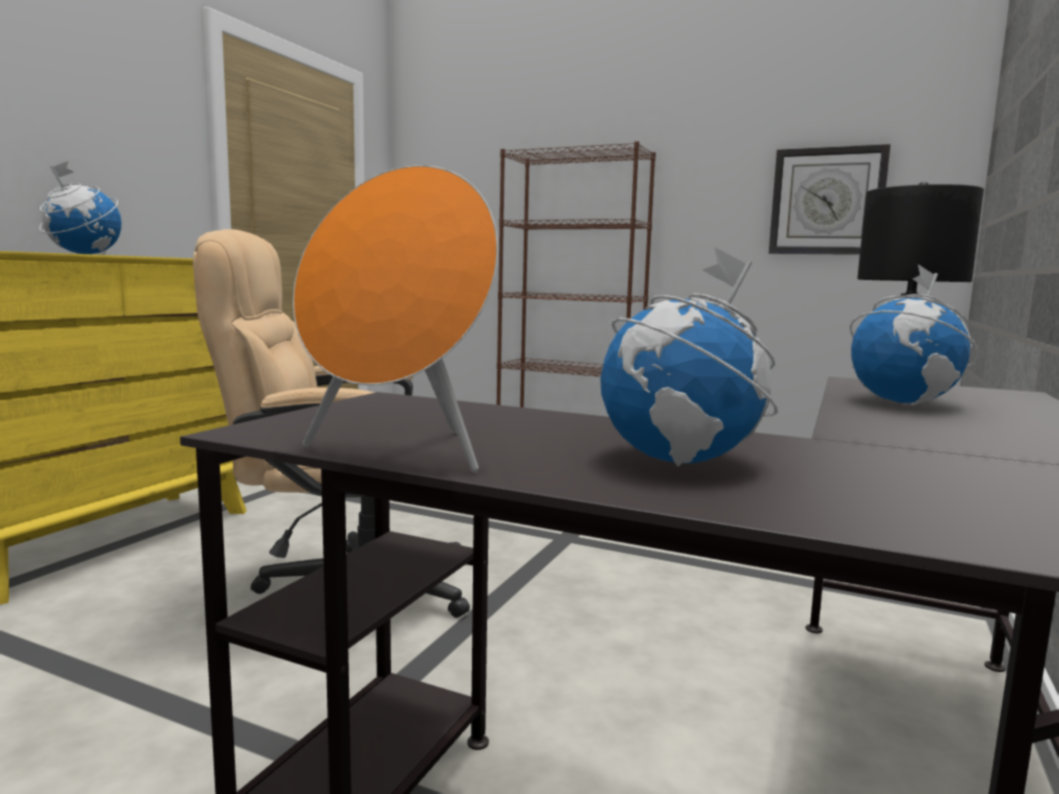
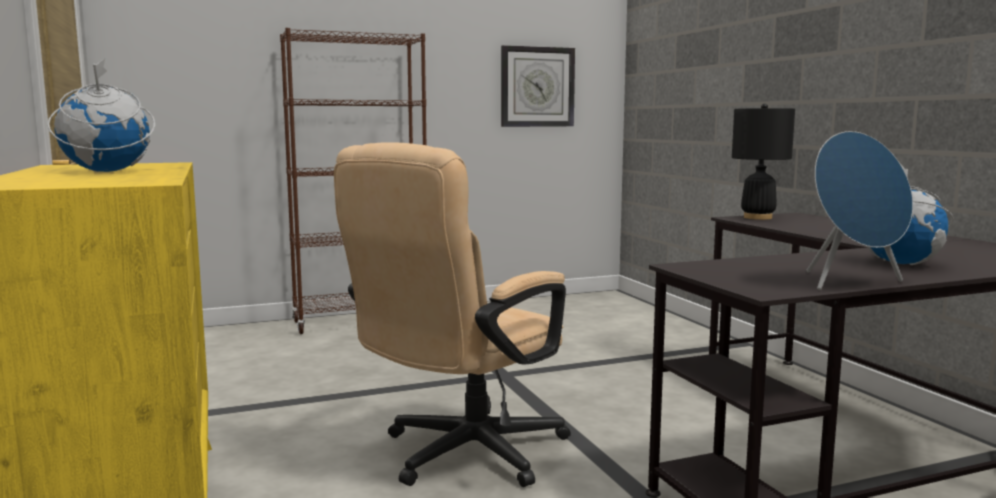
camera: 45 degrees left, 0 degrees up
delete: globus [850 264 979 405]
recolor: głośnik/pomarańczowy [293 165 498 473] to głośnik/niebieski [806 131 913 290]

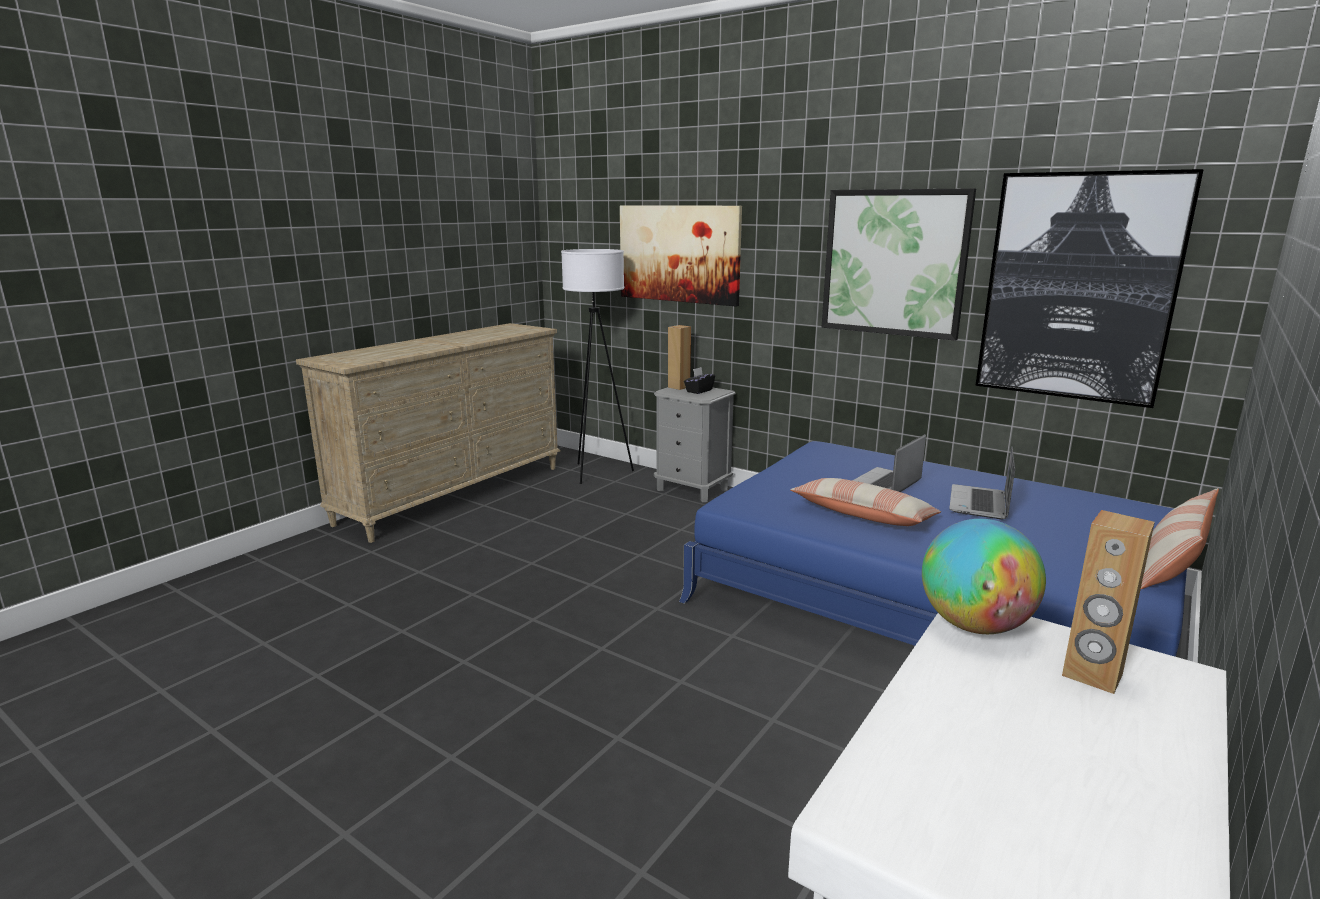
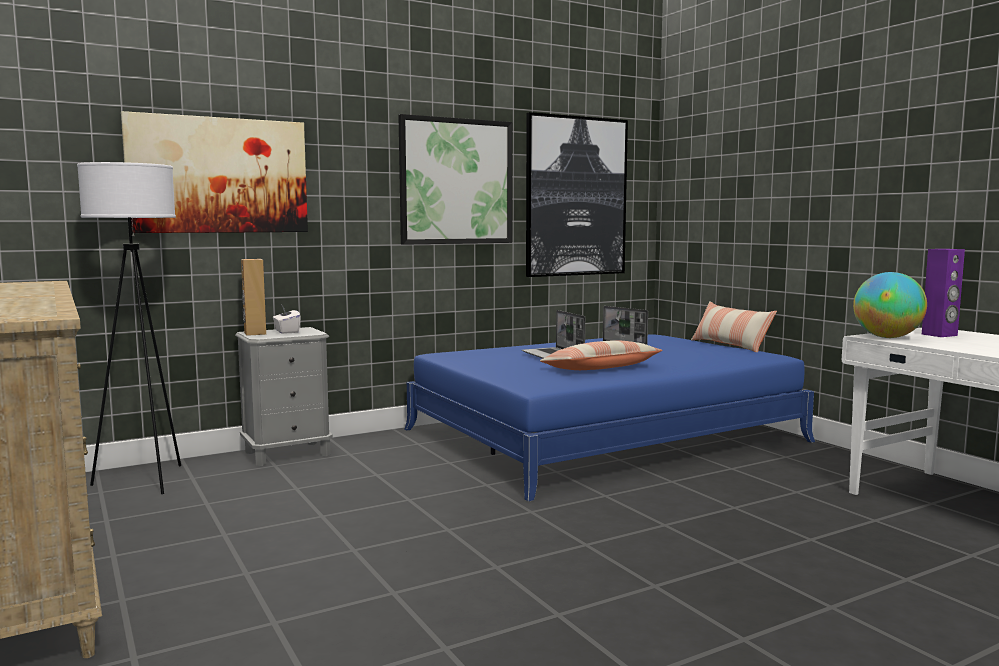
camera: 65 degrees left, 10 degrees down
recolor: pudełko chusteczek/czarny [684 367 715 394] to pudełko chusteczek/biały [273 306 301 334]; głośnik/brązowy [1062 510 1155 694] to głośnik/fioletowy [922 249 965 337]

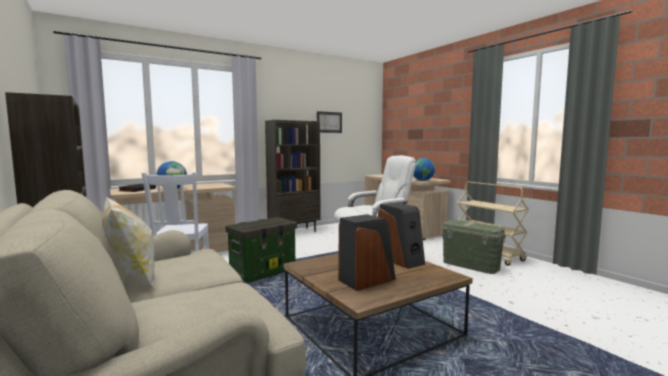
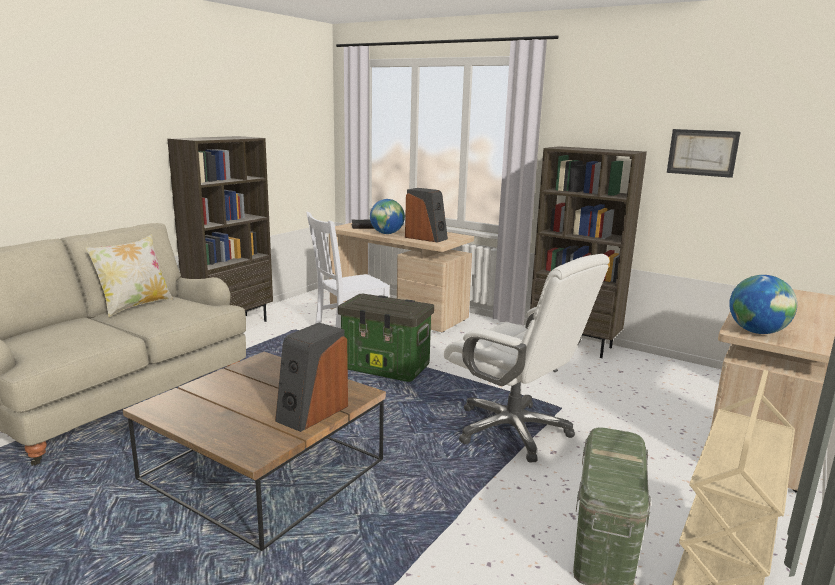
camera: 65 degrees right, 10 degrees up
move: głośnik [338 214 396 291] to [405 188 448 243]

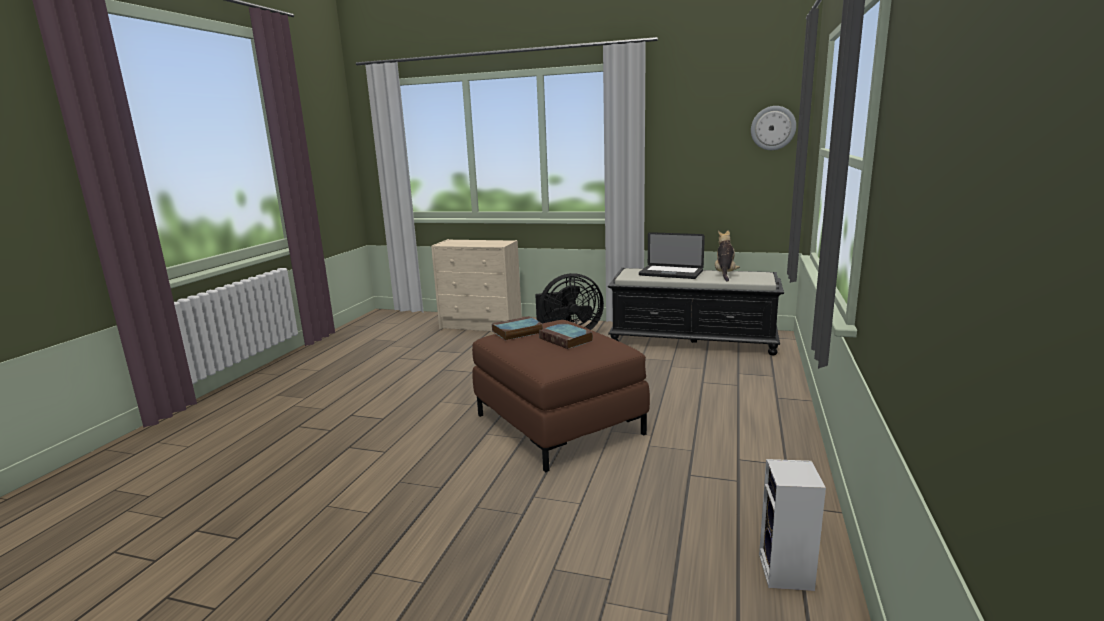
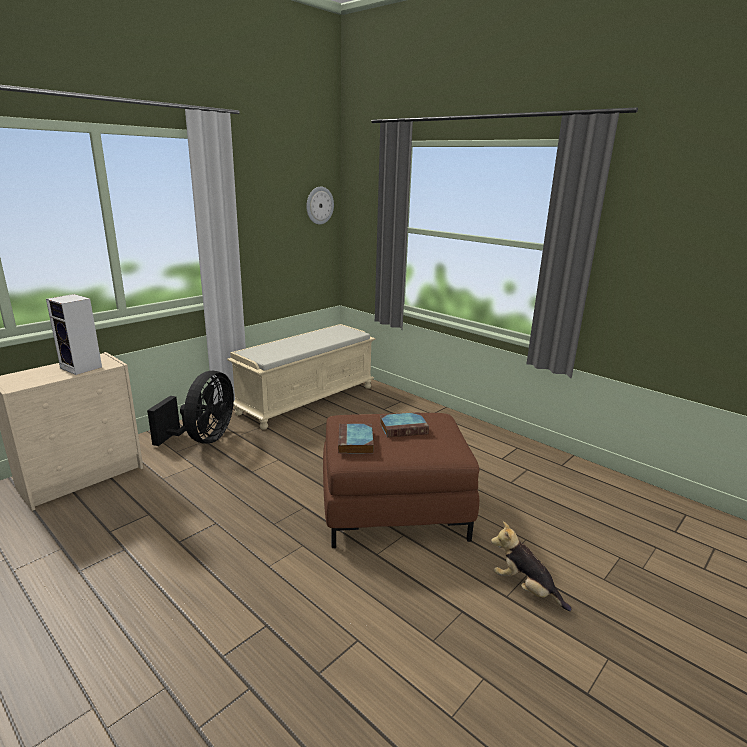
camera: 65 degrees left, 5 degrees up
delete: laptop [639 232 705 279]
move: pluszak [715 231 740 282] to [491 521 572 611]; głośnik [759 459 826 591] to [46 294 102 375]
recolor: ławka/czarny [608 268 784 355] to ławka/beżowy [227 324 375 430]

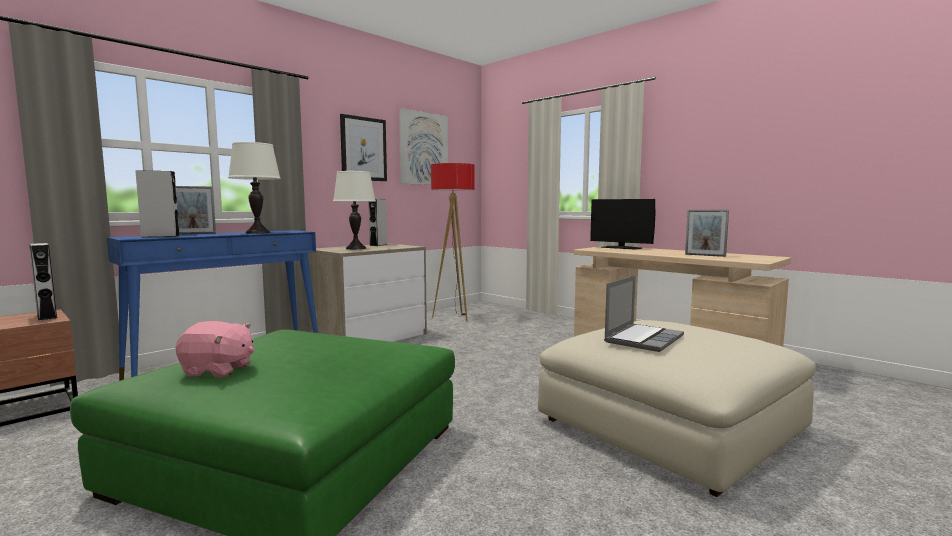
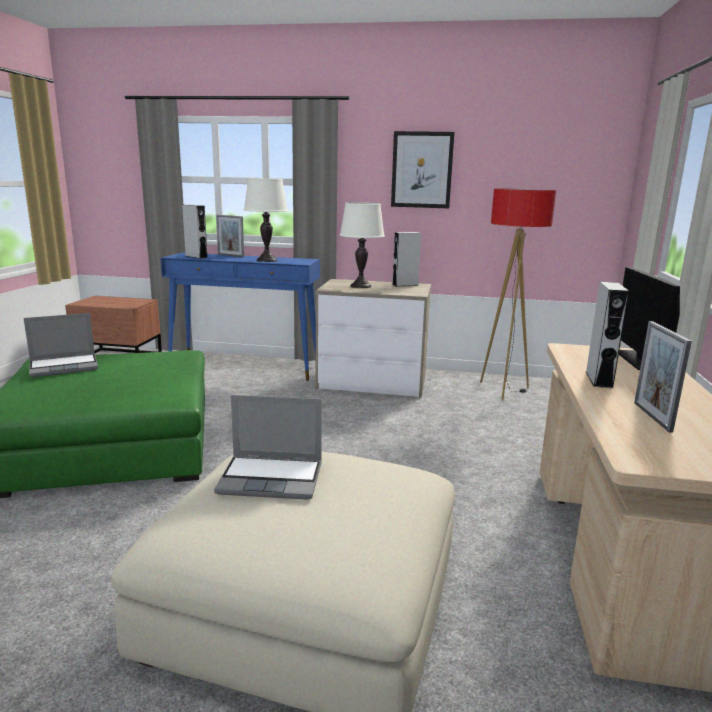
camera: 55 degrees right, 10 degrees up
delete: obraz [399 108 448 185]
move: głośnik/szary [29 243 57 321] to [586 282 629 388]
replace: pluszak/różowy [176 321 254 377] to laptop [24 313 98 377]

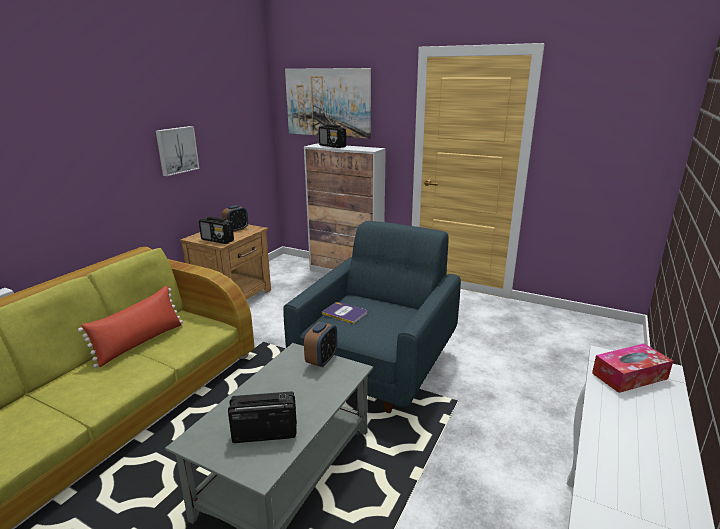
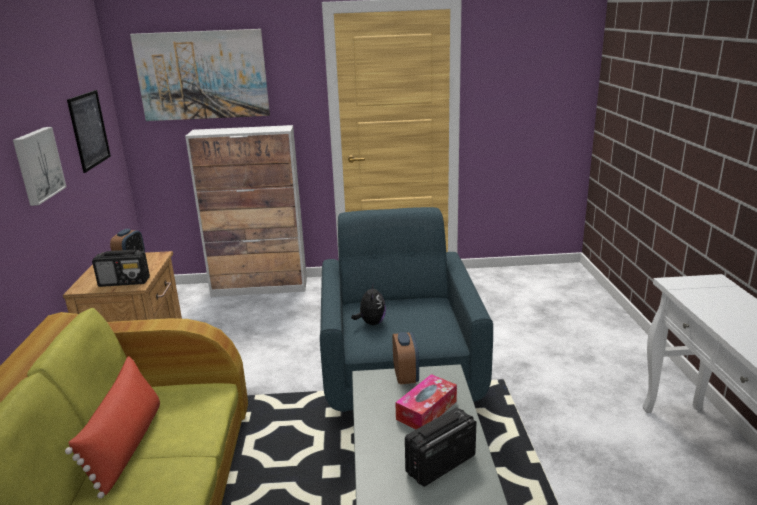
camera: 30 degrees left, 0 degrees up
delete: radio [319 124 346 148]
insert: obraz [67 90 111 173]
move: pudełko chusteczek [592 344 673 393] to [395 374 457 429]
replace: książka [322 302 367 324] to pluszak [351 282 386 325]

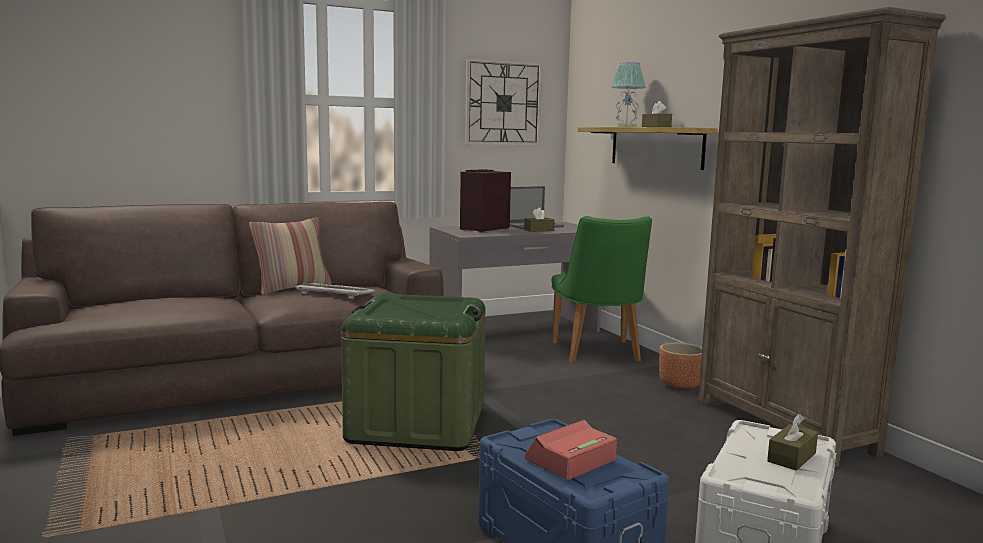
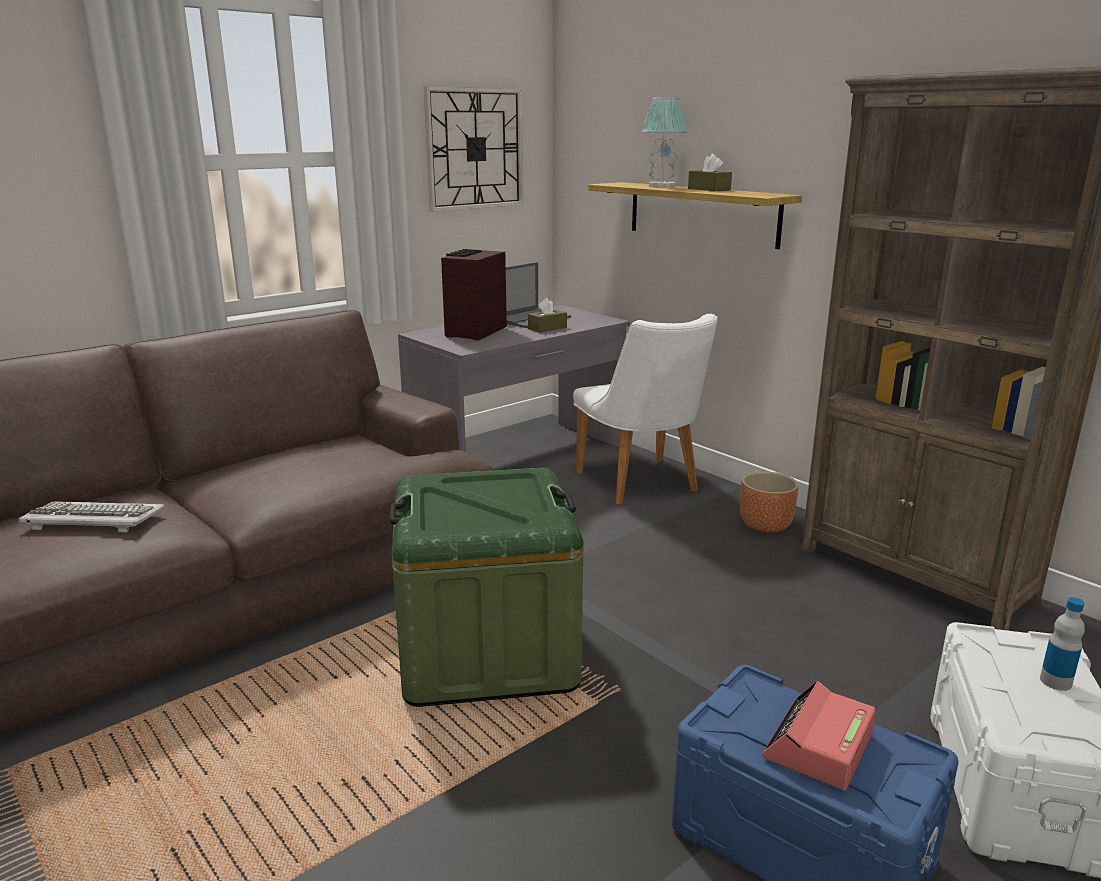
camera: 15 degrees left, 10 degrees up
delete: poduszka [249 217 332 295]
move: klawiatura [295 283 375 299] to [18 501 165 532]
replace: pudełko chusteczek/brązowy [767 414 818 471] to butelka [1040 597 1085 691]
recolor: krzesło/zielony [551 216 652 363] to krzesło/biały [573 314 717 505]

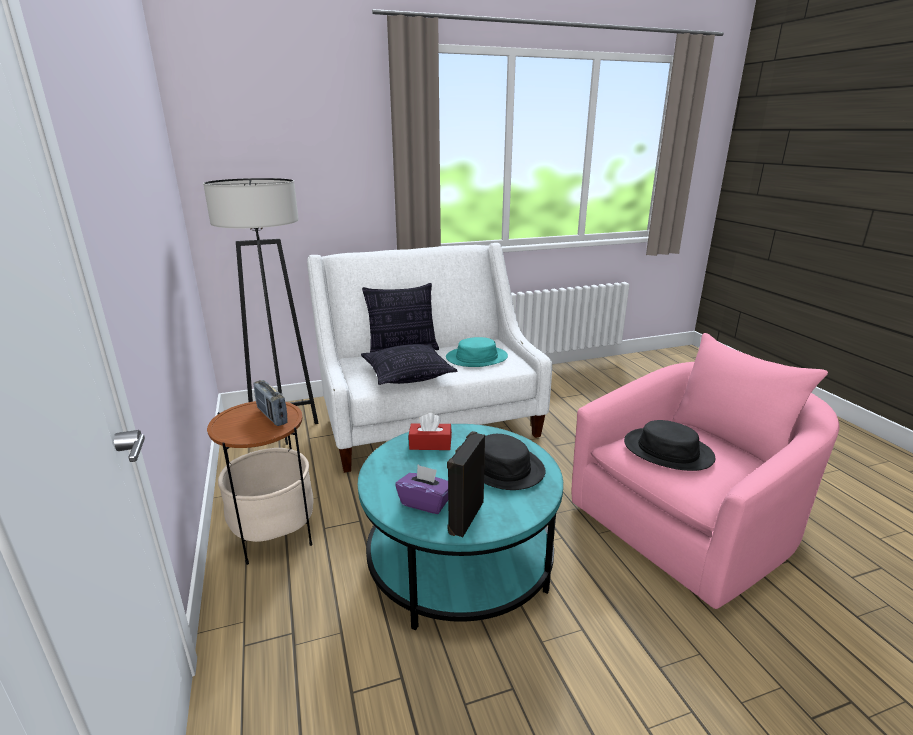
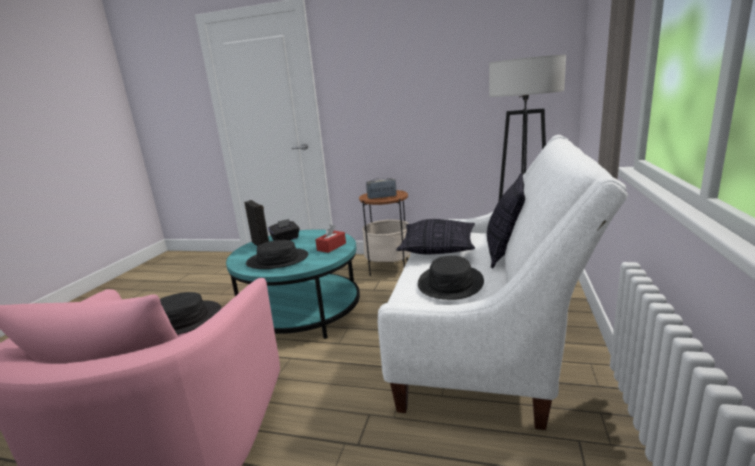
camera: 125 degrees right, 5 degrees down
recolor: pudełko chusteczek/fioletowy [395 465 448 514] to pudełko chusteczek/czarny [268 219 300 241]; kapelusz/turkusowy [446 337 508 367] to kapelusz/czarny [418 256 484 300]

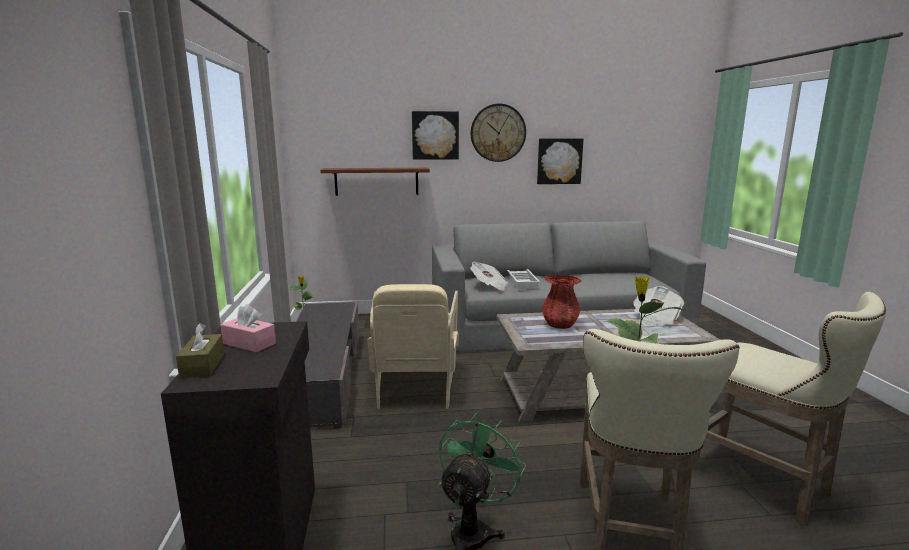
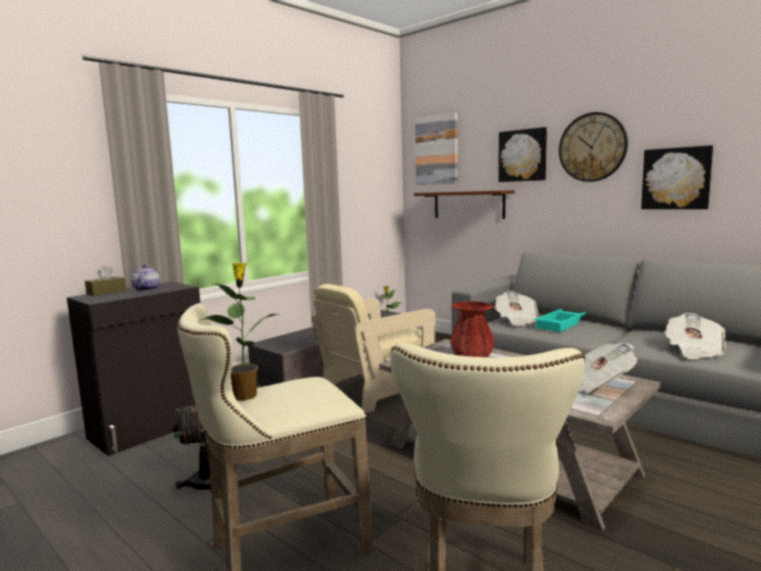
camera: 50 degrees right, 5 degrees down
insert: obraz [415 113 458 185]; gazeta [665 313 726 359]
replace: pudełko chusteczek/różowy [220 304 276 352] to imbryk [131 265 160 291]
recolor: taca/biały [507 269 540 289] to taca/turkusowy [534 309 586 332]

